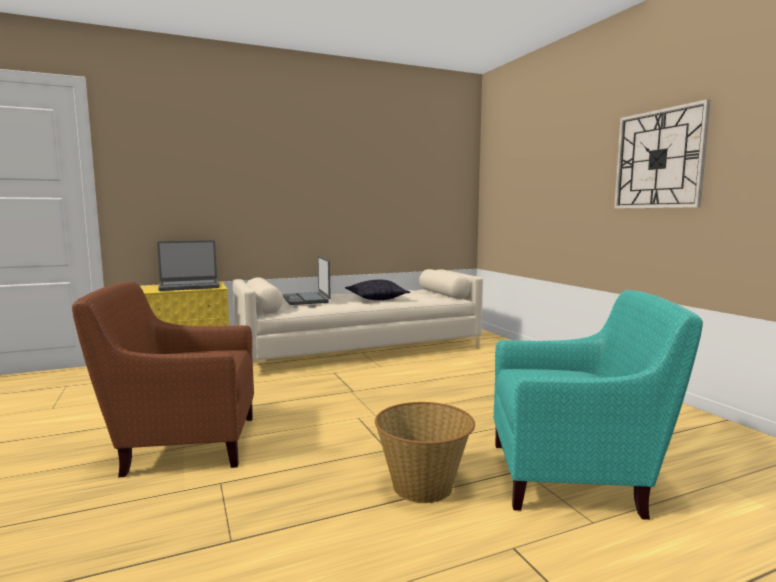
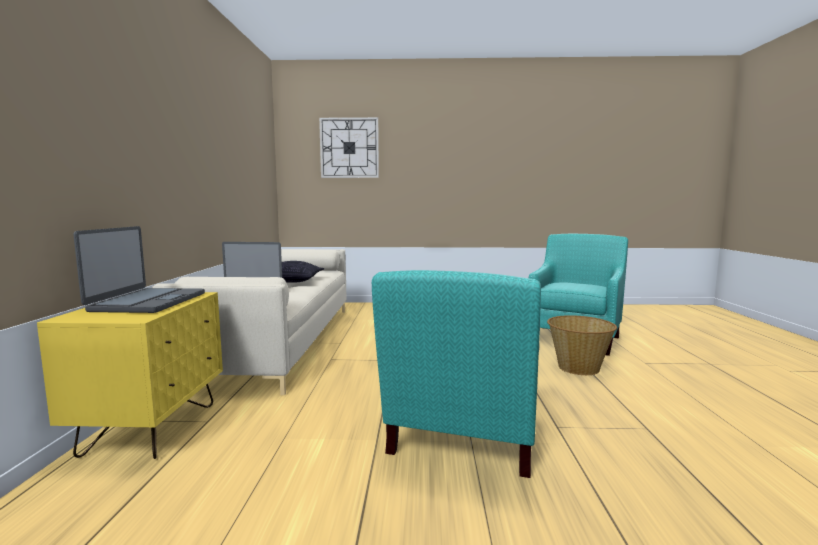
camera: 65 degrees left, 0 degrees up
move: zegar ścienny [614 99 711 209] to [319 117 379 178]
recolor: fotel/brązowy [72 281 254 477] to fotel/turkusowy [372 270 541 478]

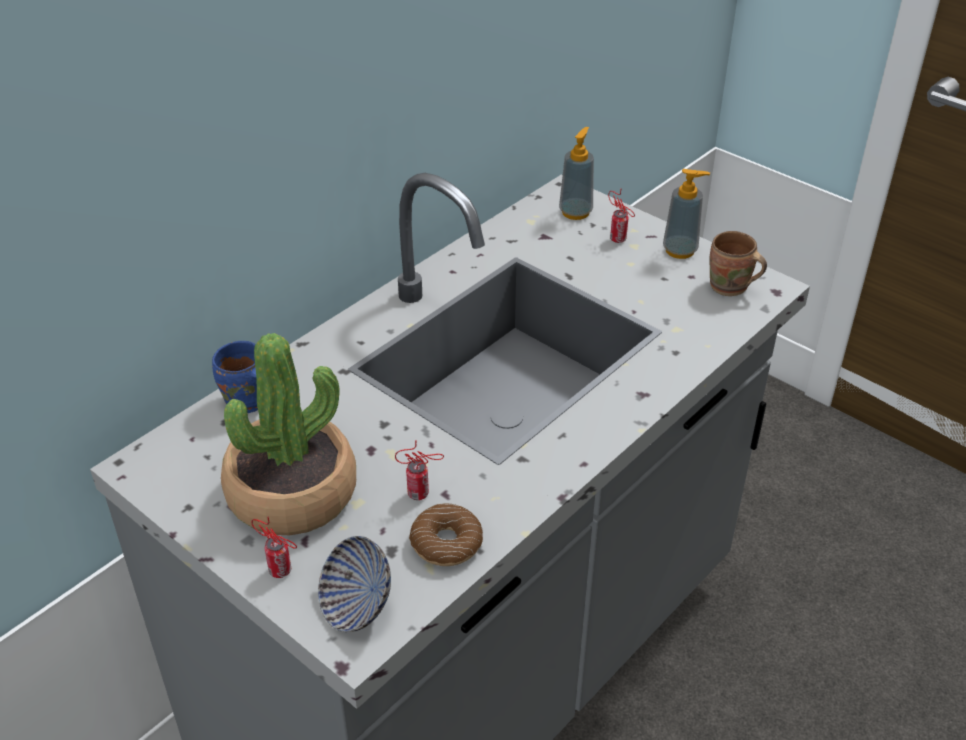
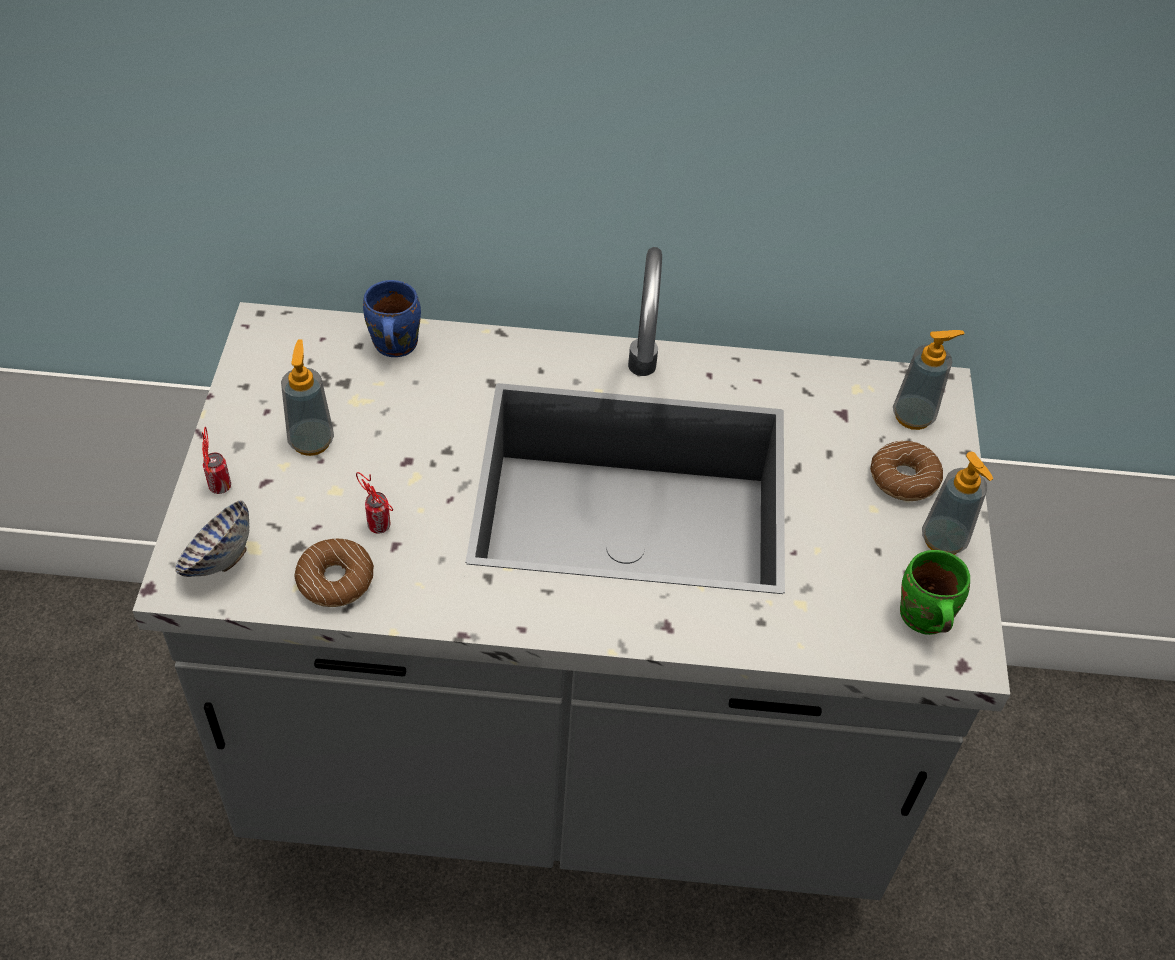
camera: 50 degrees right, 10 degrees up
replace: roślina doniczkowa [221 333 356 535] to dozownik mydła [281 340 334 456]; puszka [608 188 635 243] to donut [870 441 943 501]
recolor: kubek/brązowy [710 231 767 296] to kubek/zielony [900 550 970 635]

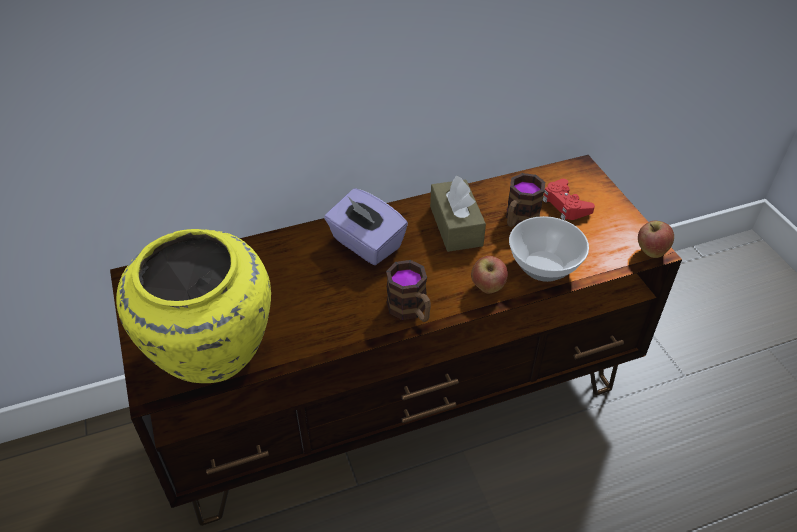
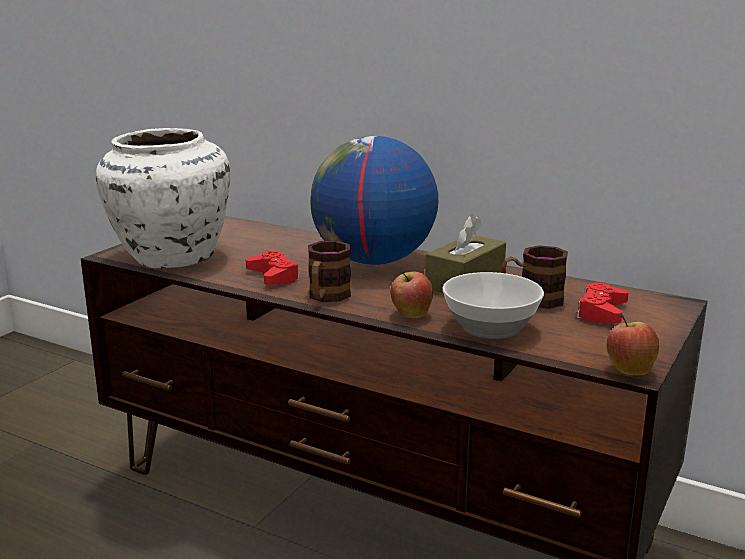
camera: 50 degrees right, 25 degrees down
insert: pad do gier/czerwony [245 251 300 285]
replace: pudełko chusteczek/fioletowy [324 188 408 265] to globus [310 136 438 265]
recolor: wazon/żółty [116 229 271 383] to wazon/biały [96 128 231 268]

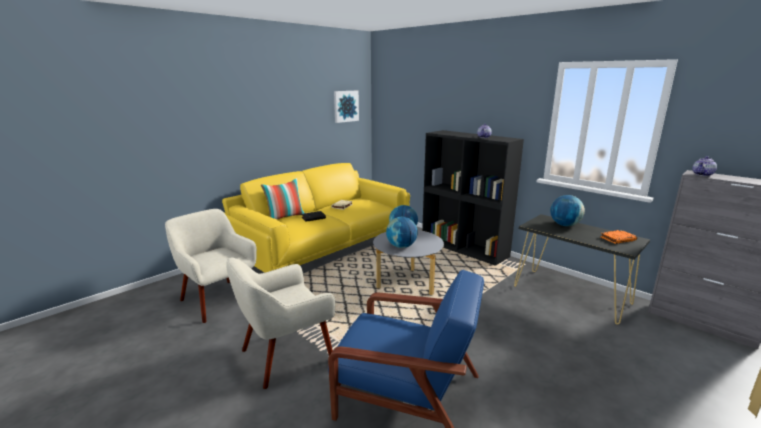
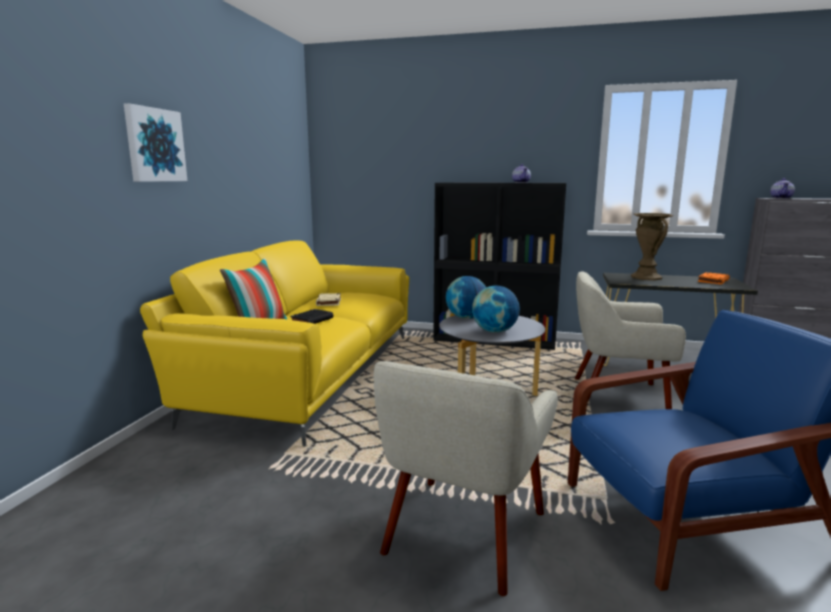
camera: 30 degrees left, 5 degrees down
move: fotel/beżowy [165 209 257 323] to [575 271 686 409]; obraz [334 91 359 123] to [124 103 187 182]
replace: globus [550 195 585 226] to wazon/brązowy [631 213 673 280]

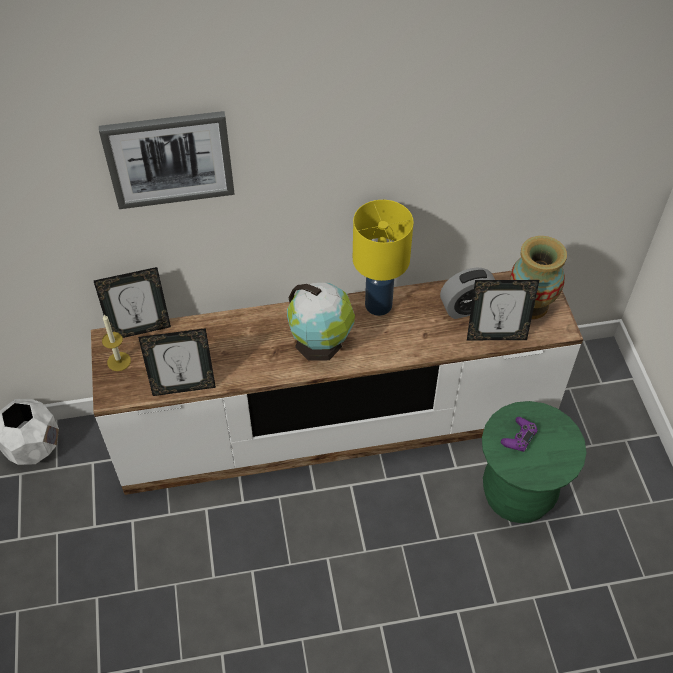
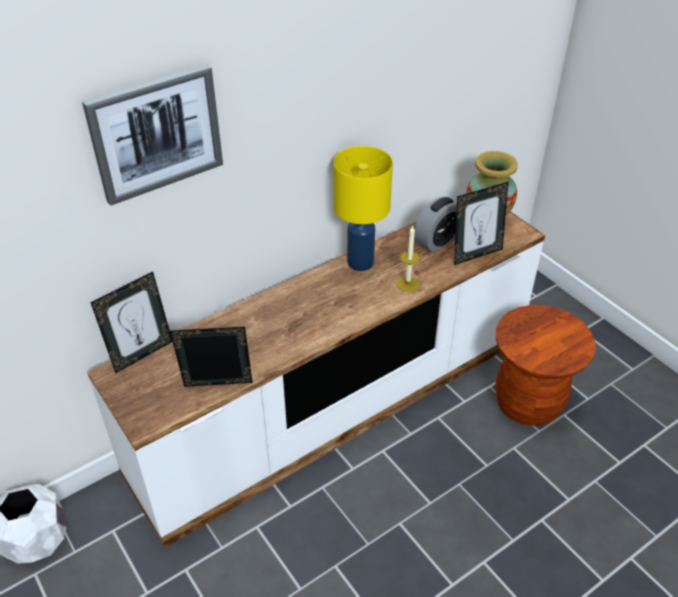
camera: 25 degrees left, 10 degrees down
delete: globus [287 283 355 361]; pad do gier/fioletowy [501 417 538 452]
move: świeca [102 315 131 371] to [396 225 420 292]
recolor: stołek/zielony [482 401 587 523] to stołek/brązowy [495 305 596 426]
rotate: ramka na zdjęcie [138 328 216 396] = [170 327 253 387] 150 degrees counterclockwise

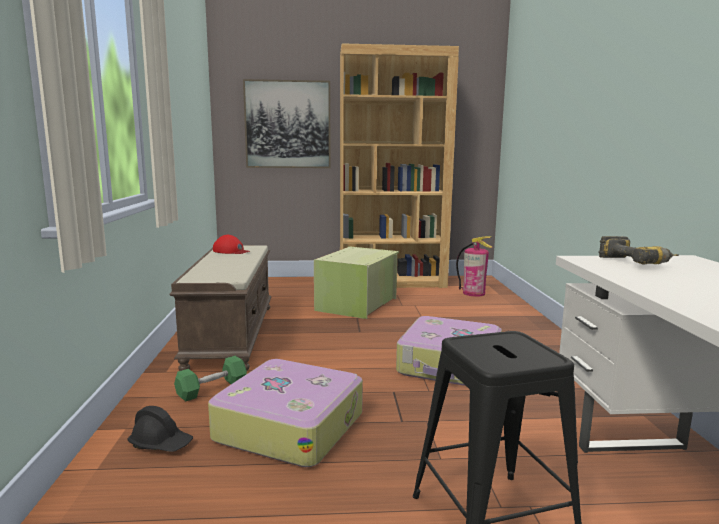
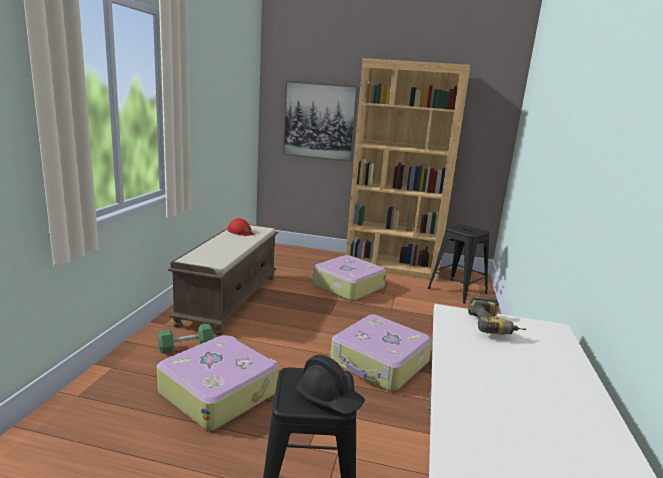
camera: 15 degrees right, 5 degrees up
move: kask/czarny [127 406 193 452] to [296 355 365 414]
replace: pojemnik do przechowywania/zielony [314 247 399 319] to walizka [312 255 386 301]; gaśnica [456 237 492 297] to stołek/czarny [428 224 490 304]

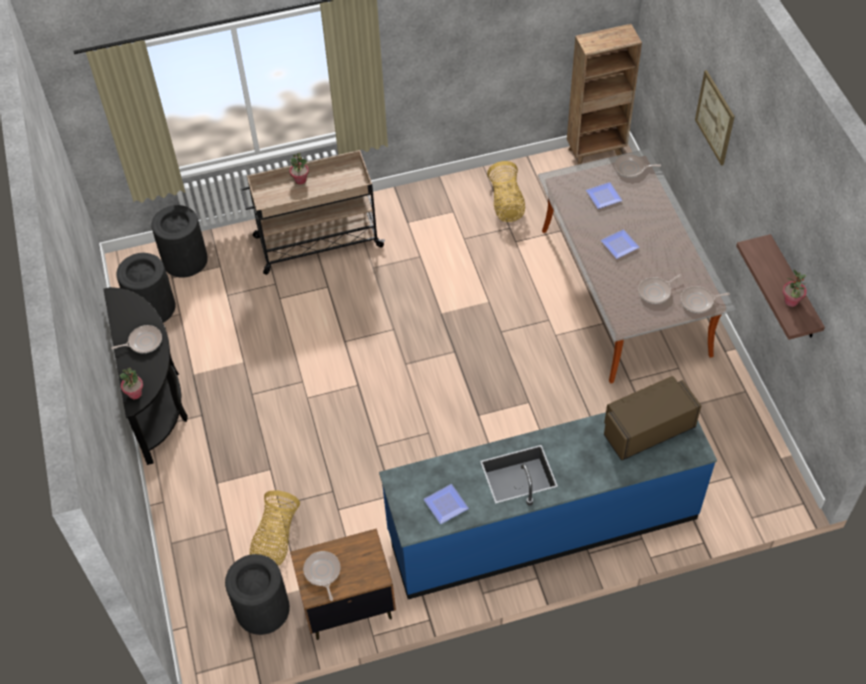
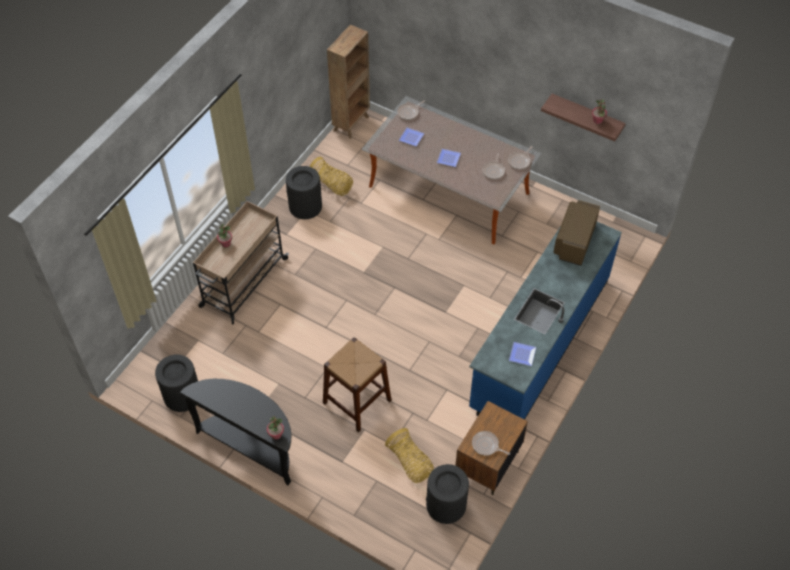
camera: 45 degrees left, 0 degrees up
delete: patelnia [111 325 162 353]; obraz [695 70 735 166]
insert: stołek/brązowy [323 337 392 432]
move: kosz na śmieci/czarny [151 205 208 278] to [286 166 322 219]

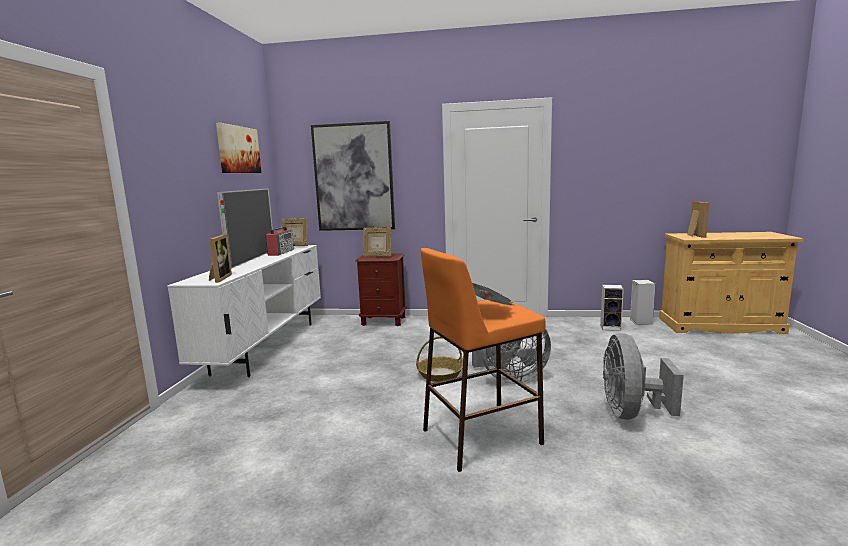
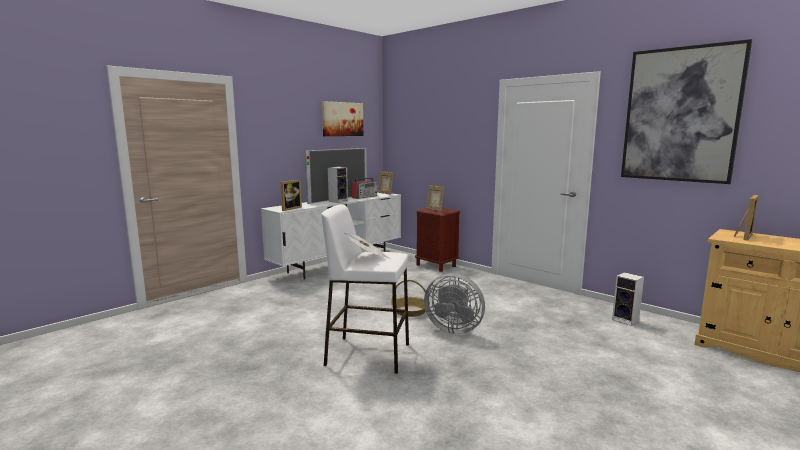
camera: 35 degrees right, 0 degrees up
delete: wentylator/szary [603 333 684 420]
move: obraz [311 121 395 231] to [621 39 752 184]; głośnik [630 280 655 325] to [328 167 348 203]
recolor: stołek/pomarańczowy [421 248 546 472] to stołek/biały [321 204 409 374]

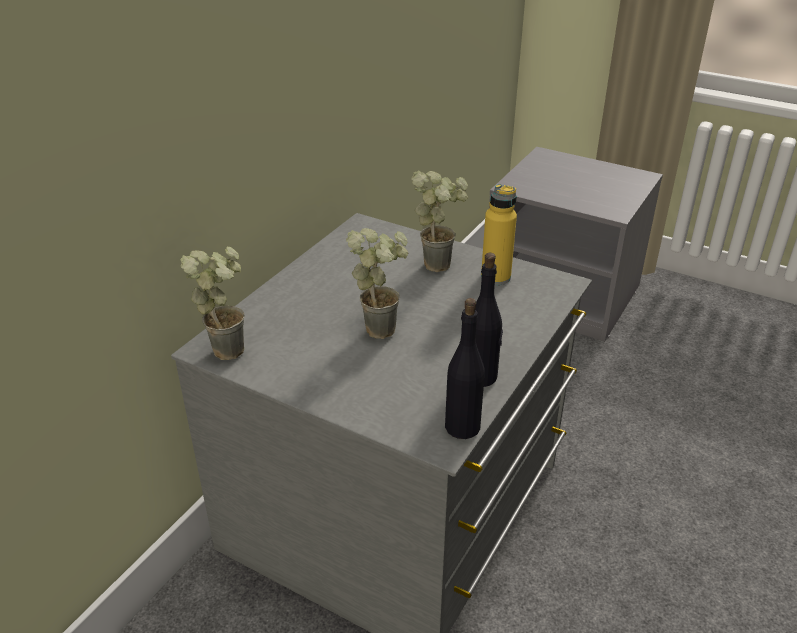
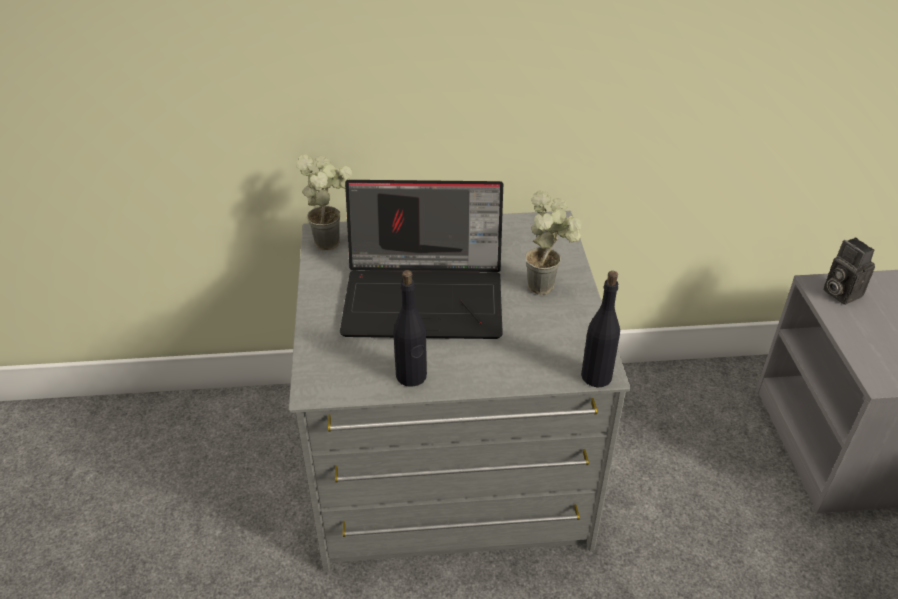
camera: 55 degrees right, 5 degrees up
delete: butelka/żółty [481 184 517 285]
insert: aparat fotograficzny [823 238 875 305]
move: butelka/czarny [445 298 485 439] to [581 271 620 388]
replace: roślina doniczkowa [346 228 408 339] to laptop [340 180 503 339]

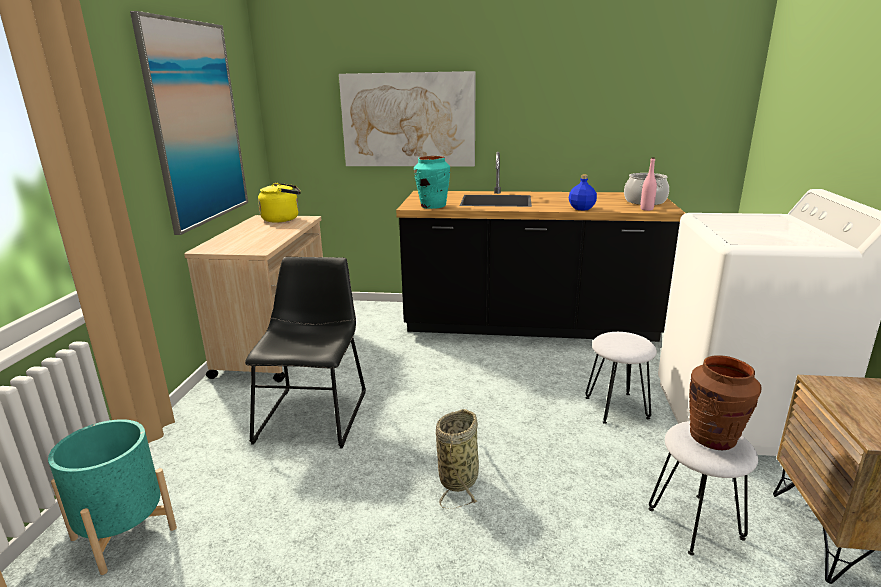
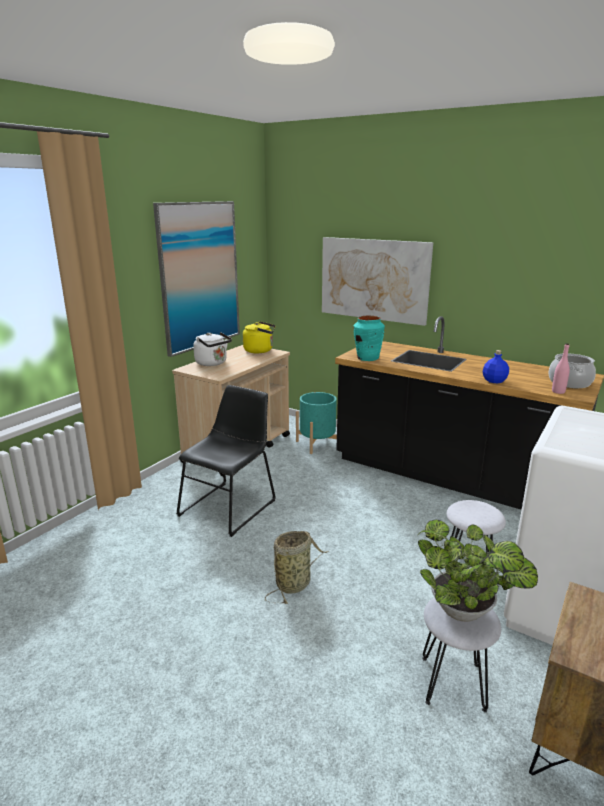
camera: 25 degrees right, 0 degrees up
insert: czajnik/biały [193 332 232 366]
move: donica/turkusowy [48 419 177 575] to [296 392 337 454]
replace: wazon/brązowy [689 355 761 450] to roślina doniczkowa [418 520 538 622]

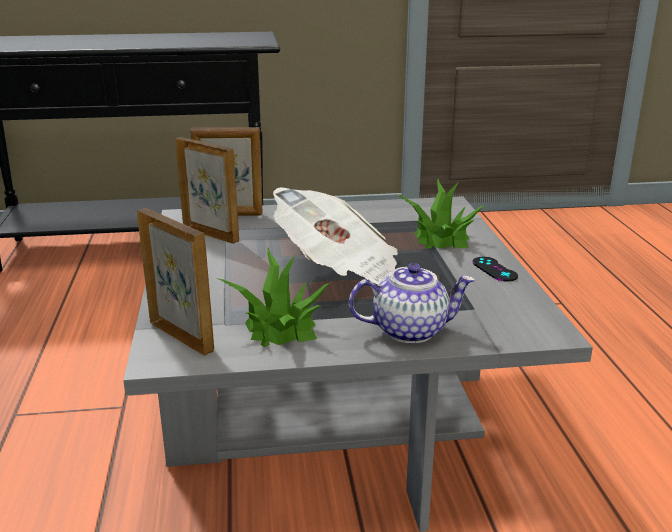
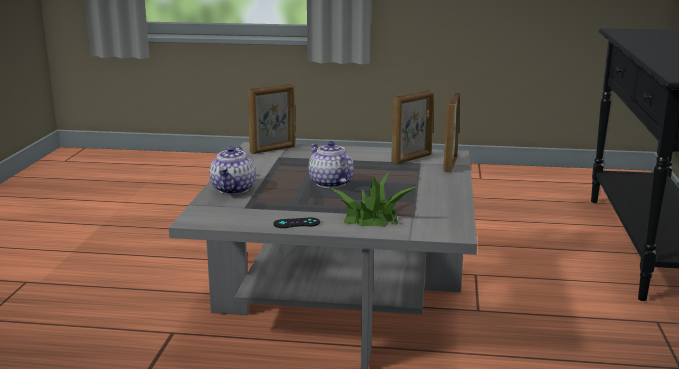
camera: 105 degrees right, 5 degrees down
delete: roślina doniczkowa [216 248 331 347]
replace: gazeta [273 187 398 285] to imbryk [309 141 354 188]

